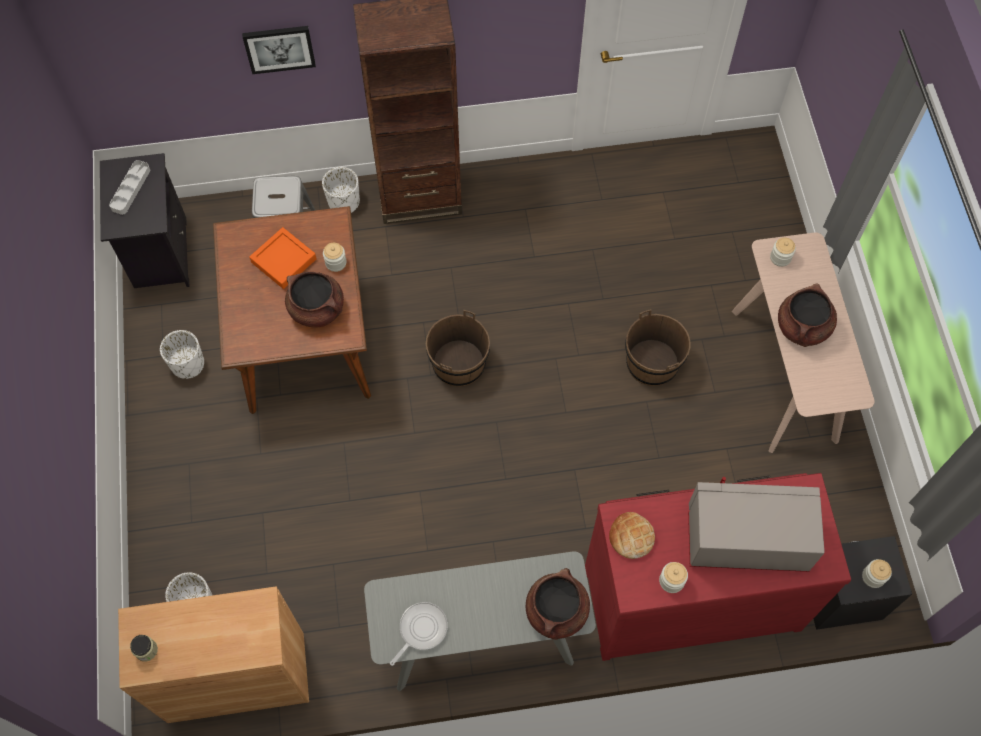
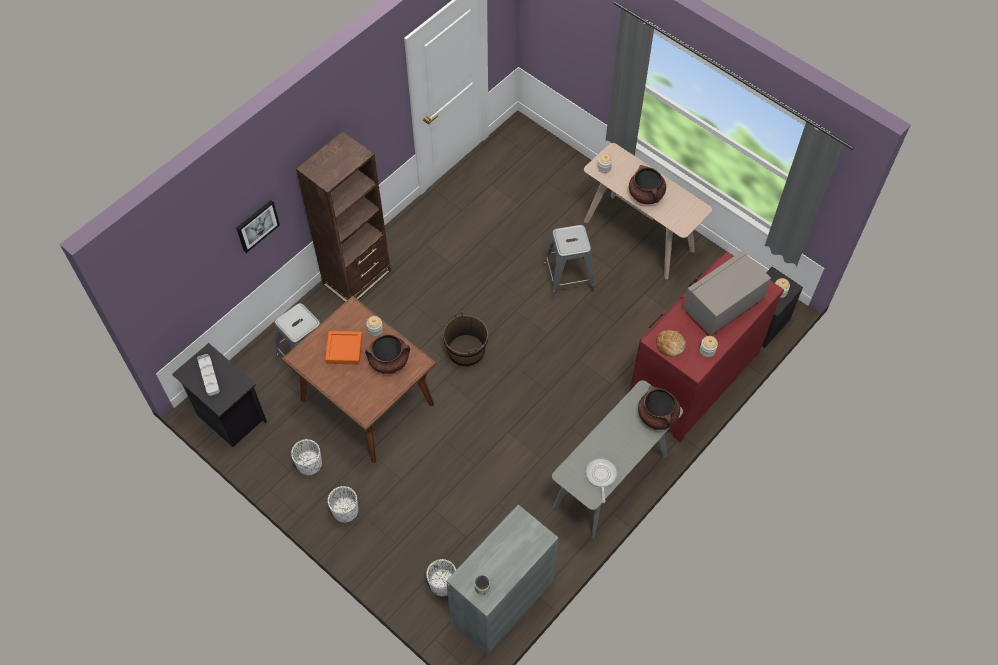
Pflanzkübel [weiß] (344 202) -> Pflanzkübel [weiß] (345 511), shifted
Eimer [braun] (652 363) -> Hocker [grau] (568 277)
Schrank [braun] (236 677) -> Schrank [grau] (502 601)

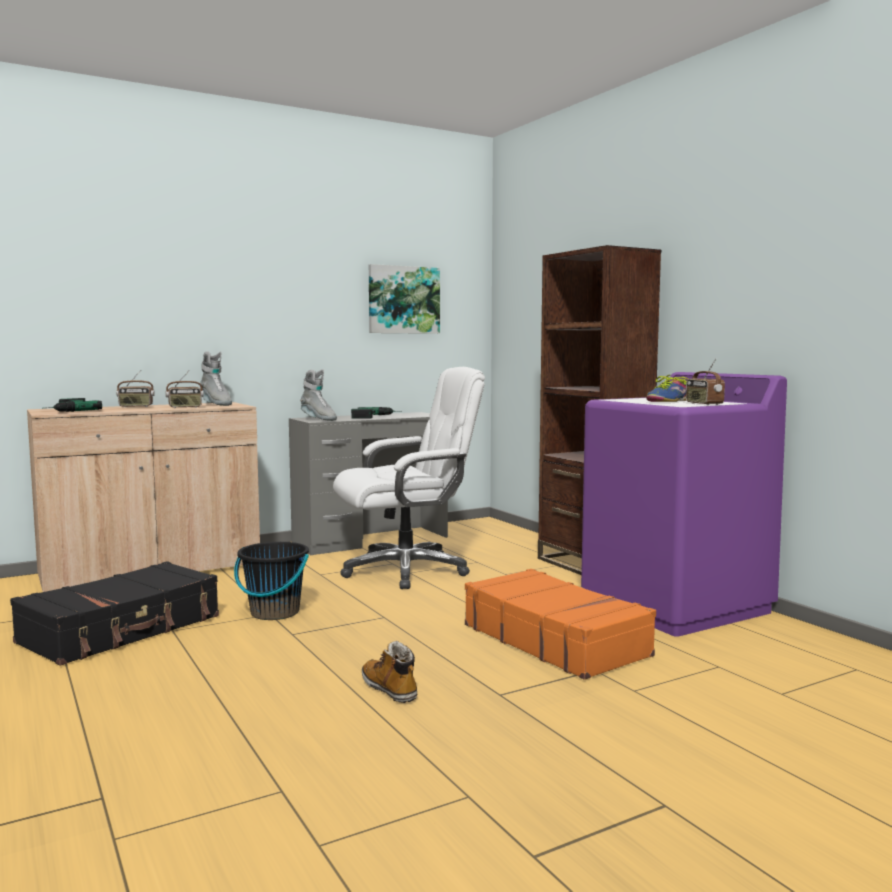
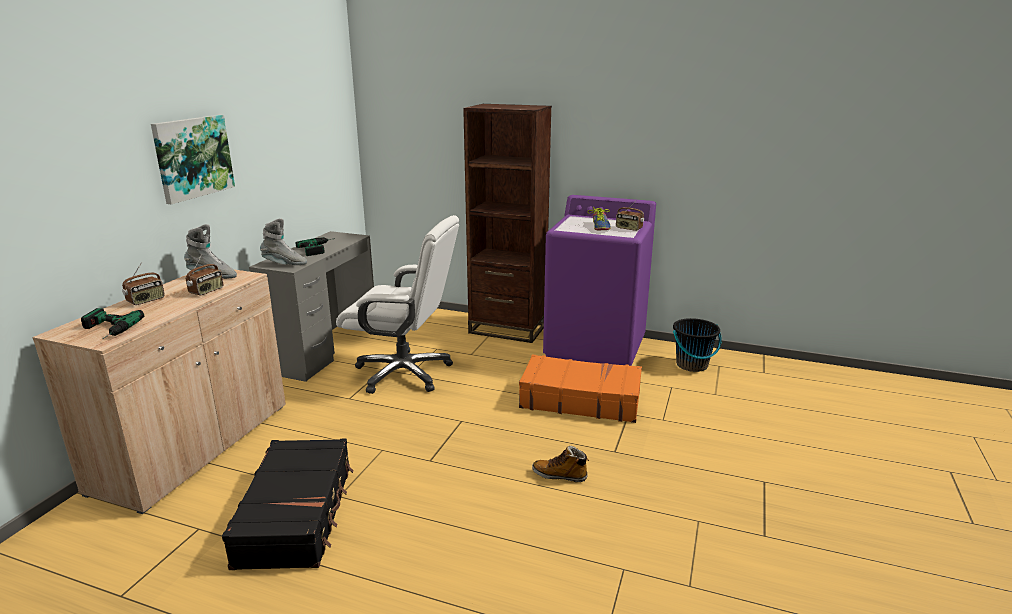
Eimer [schwarz] (274 612) -> Eimer [schwarz] (692 365), shifted
Bild (403 300) -> Bild (193 157), shifted
Bürostuhl [weiß] (407 570) -> Bürostuhl [weiß] (404 373), 75 degrees clockwise

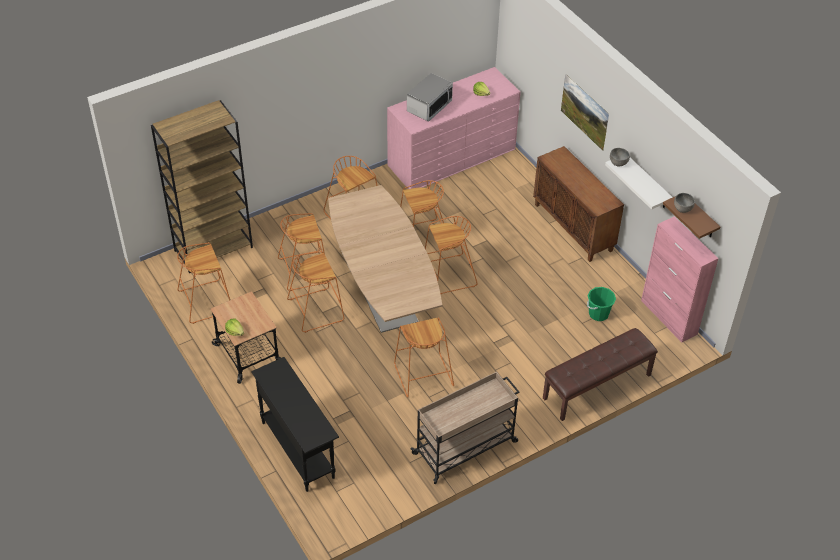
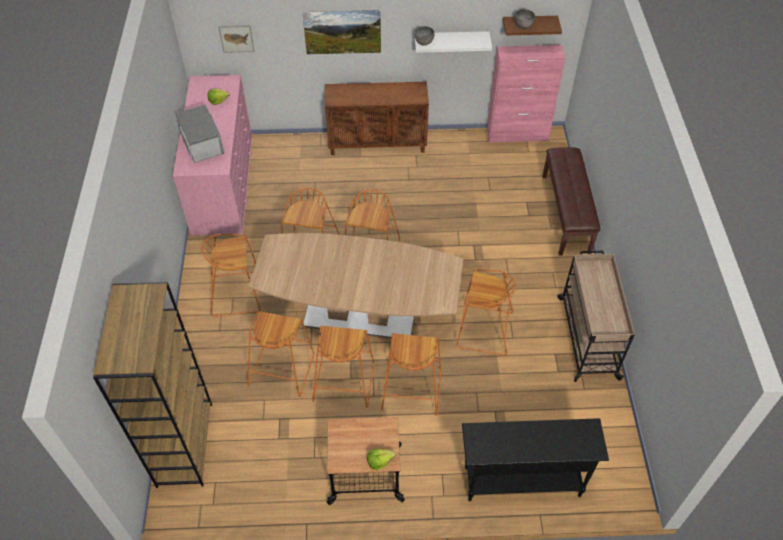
Eimer [grün] (598 314) -> none
none -> Bild (236 38)
Hocker [orange] (206 301) -> Hocker [orange] (411 389), shifted

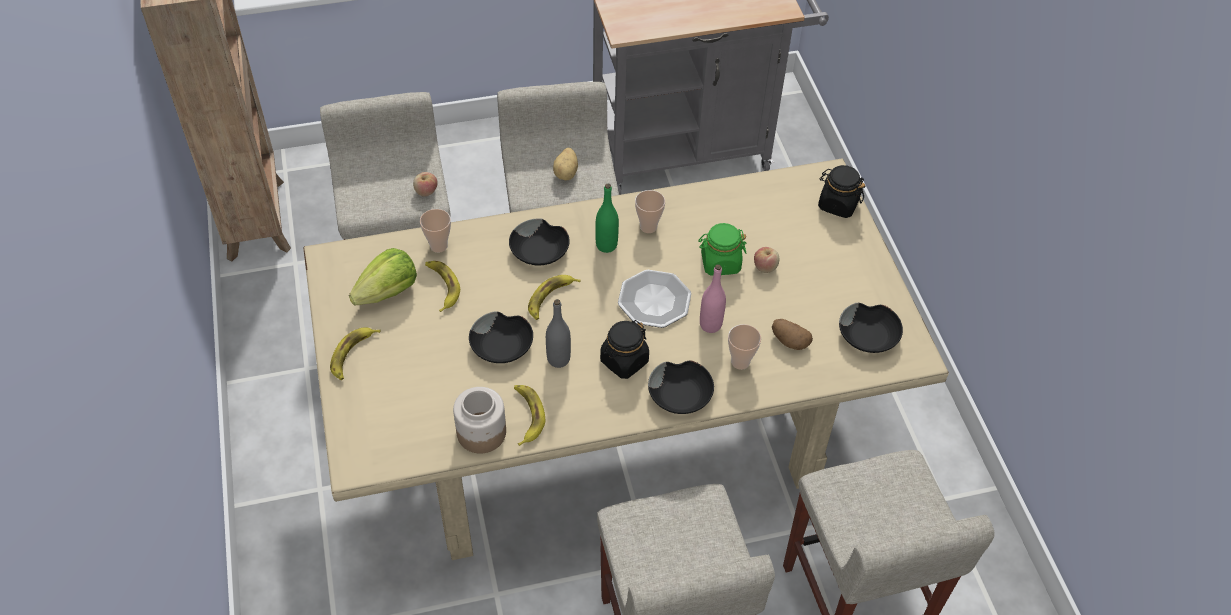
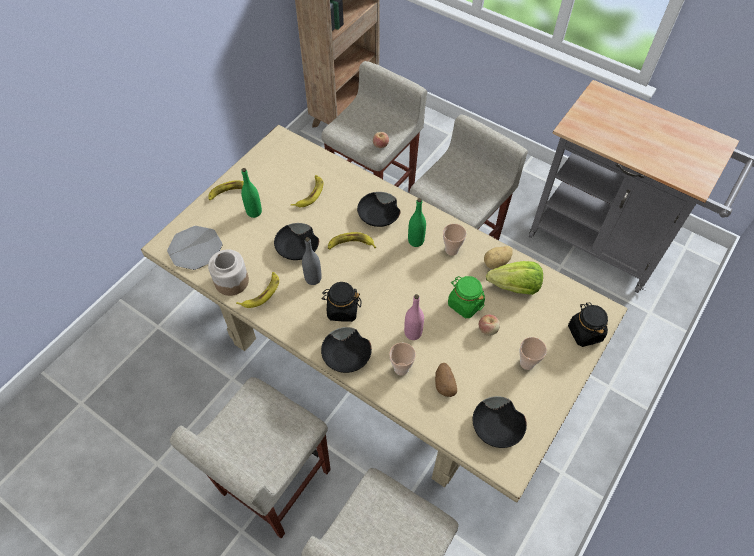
none -> Flasche [grün] (254 212)
Salatkopf (388 292) -> Salatkopf (515 287), shifted
Tasse (438 246) -> Tasse (527 363), shifted
Kartoffel (566 173) -> Kartoffel (497 263), shifted
Teller (654 300) -> Teller (195 248), shifted

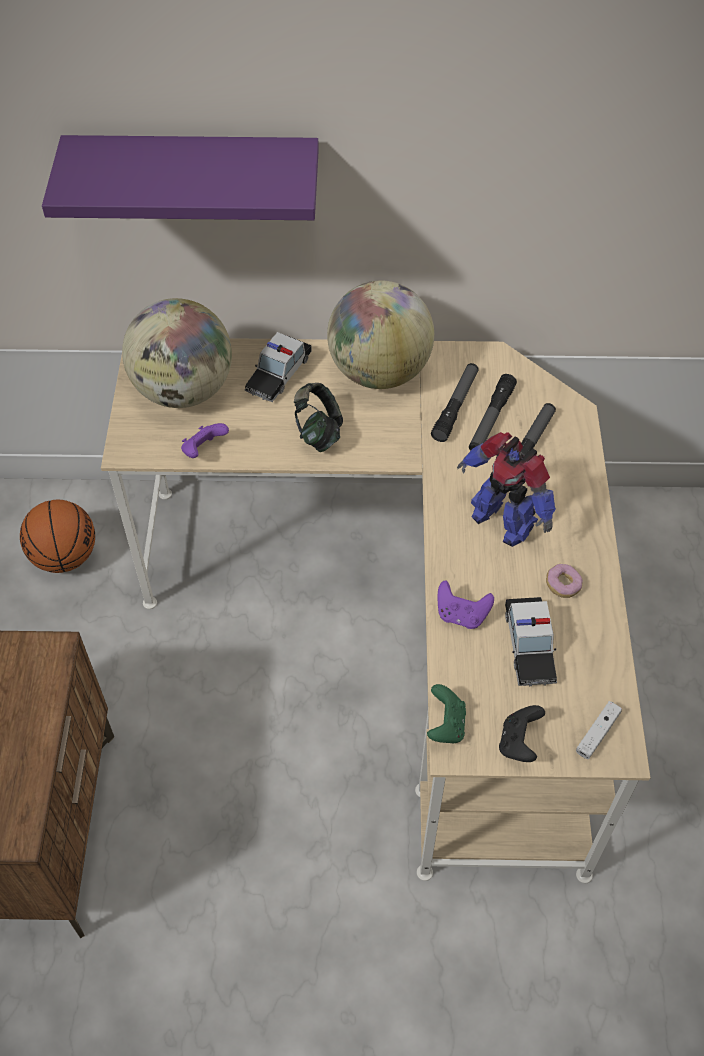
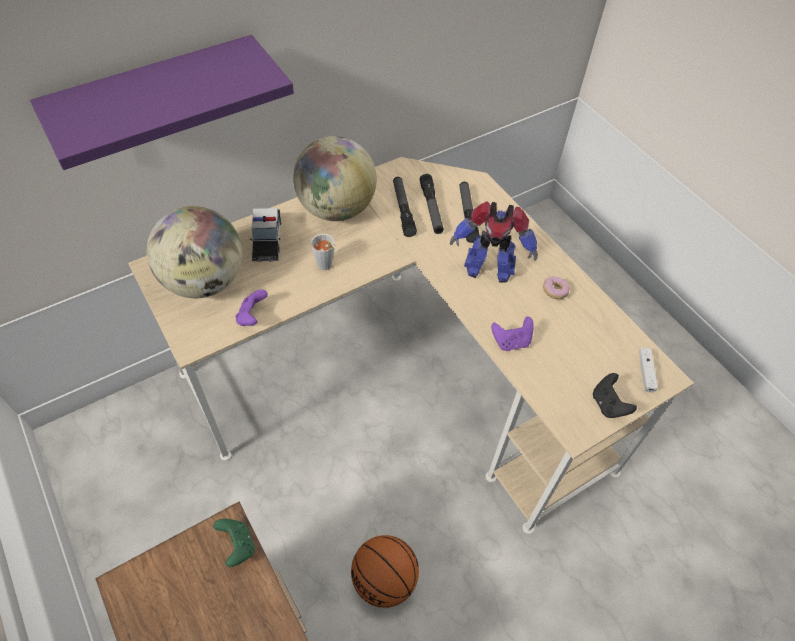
Spielzeugauto (529 646) -> none
Basketball (64 556) -> Basketball (384 580), shifted
Gamepad [grün] (446 725) -> Gamepad [grün] (237 545), shifted
Kopfhörer (318 433) -> Tasse [grau] (326 267)

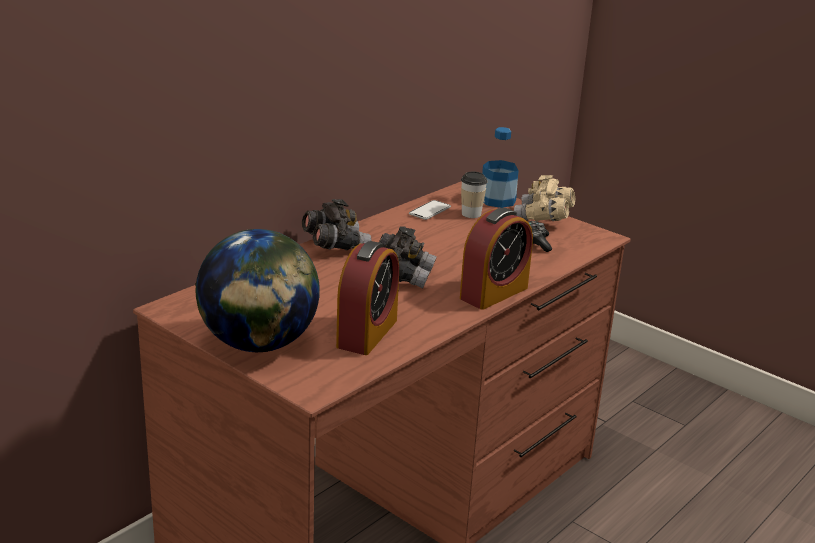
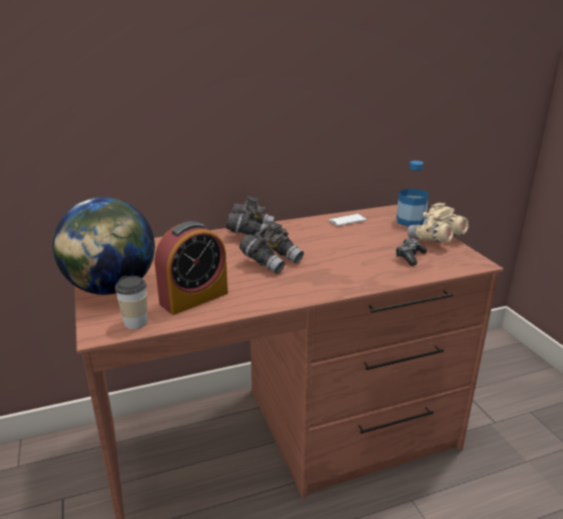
Wecker (494 293) -> none
Tasse (471 214) -> Tasse (136 322), shifted

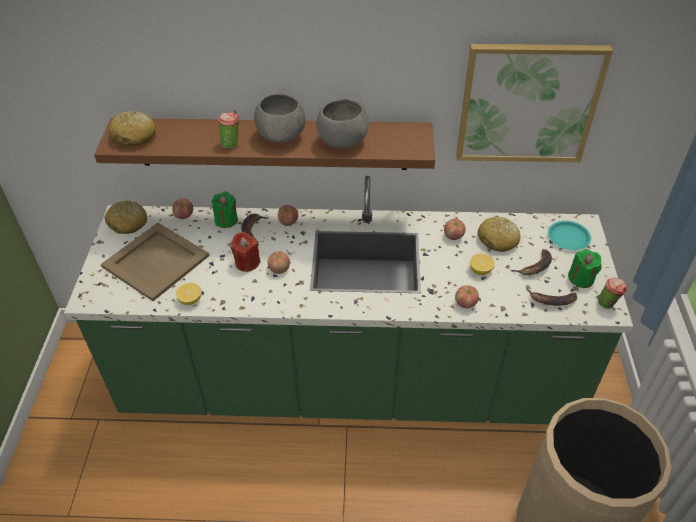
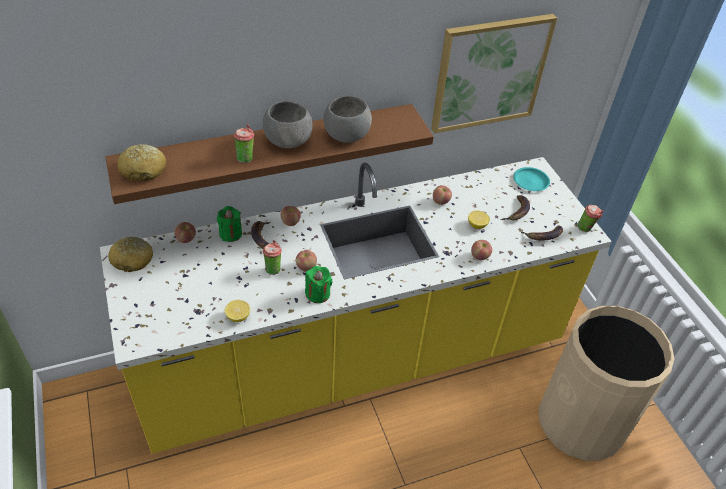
Tablett [beige] (157 261) -> none
Brot (498 240) -> none
Kerze [grün] (581 279) -> Kerze [grün] (318 294), shifted
Kerze [rot] (247 263) -> Tasse (273 268)
Küchenzeile [grün] (349 383) -> Küchenzeile [gelb] (354 360)

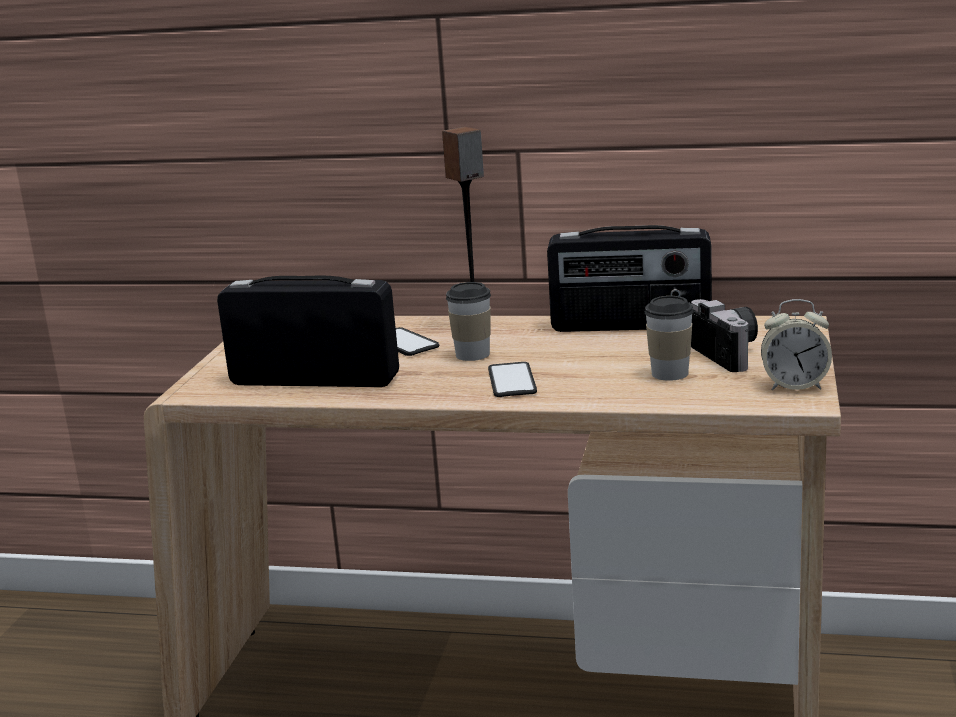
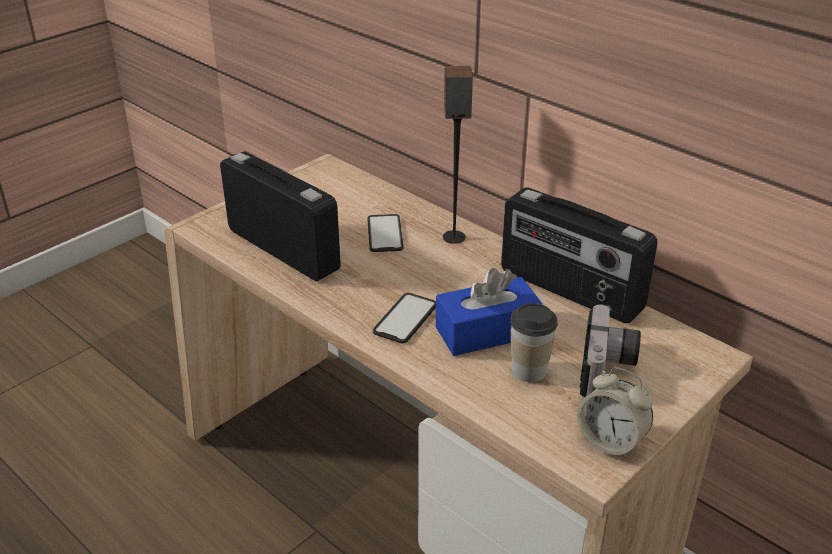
Tasse (472 355) -> none
none -> Taschentuchbox [blau] (487 331)

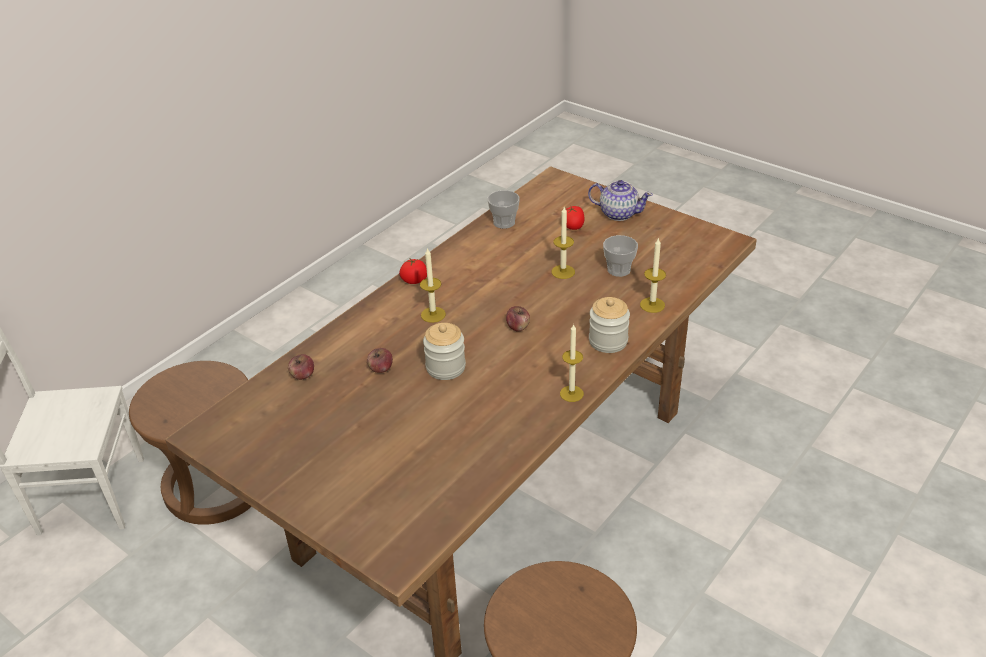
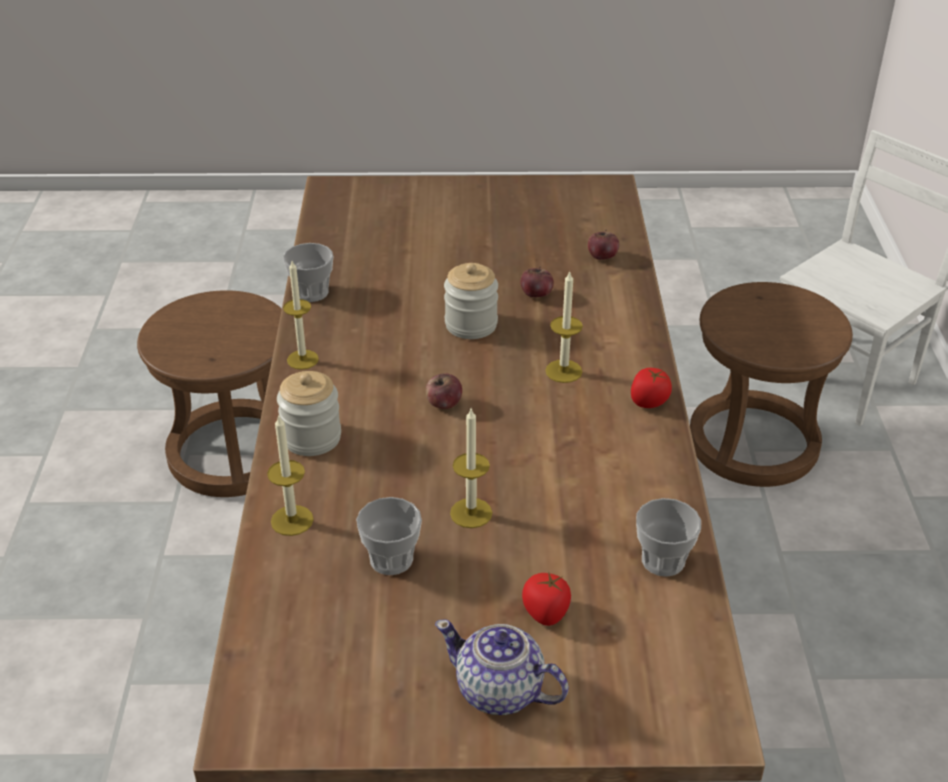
none -> Tasse (311 292)
Teekanne (618 213) -> Teekanne (500 691), 45 degrees clockwise

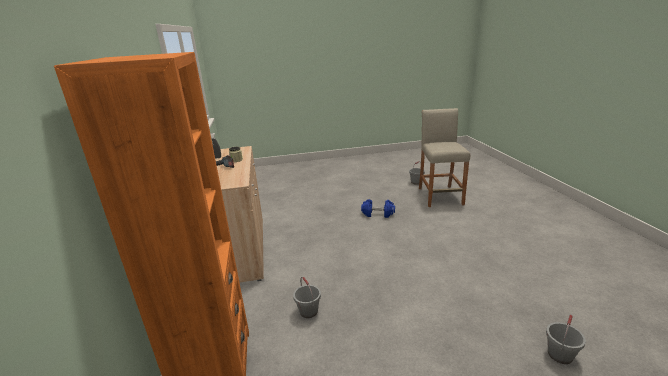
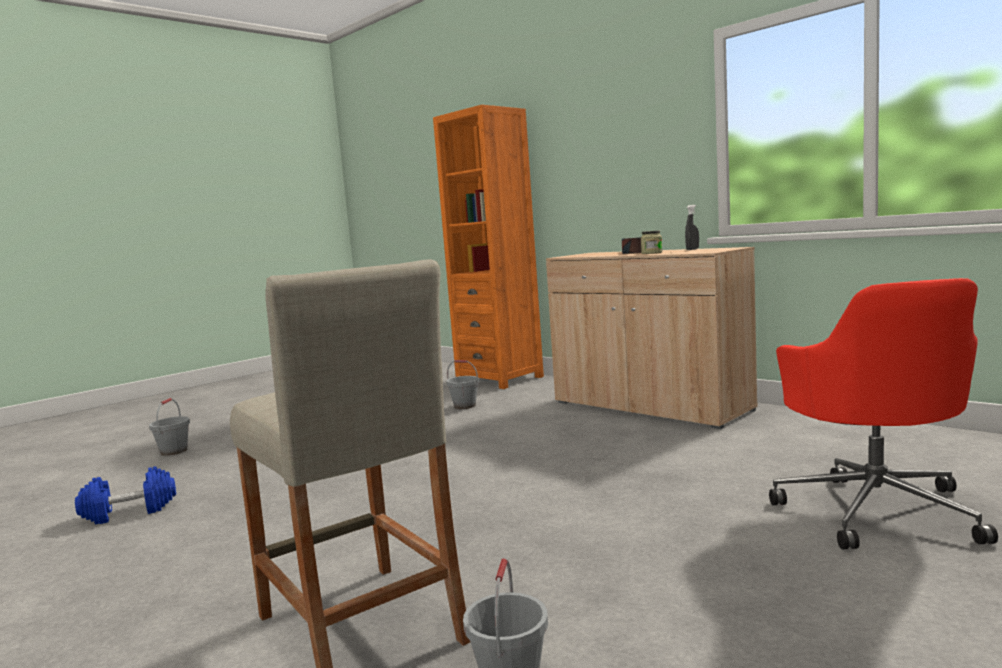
none -> Bürostuhl [rot] (876 509)
Hantel [blau] (378 214) -> Hantel [blau] (129 512), shifted

